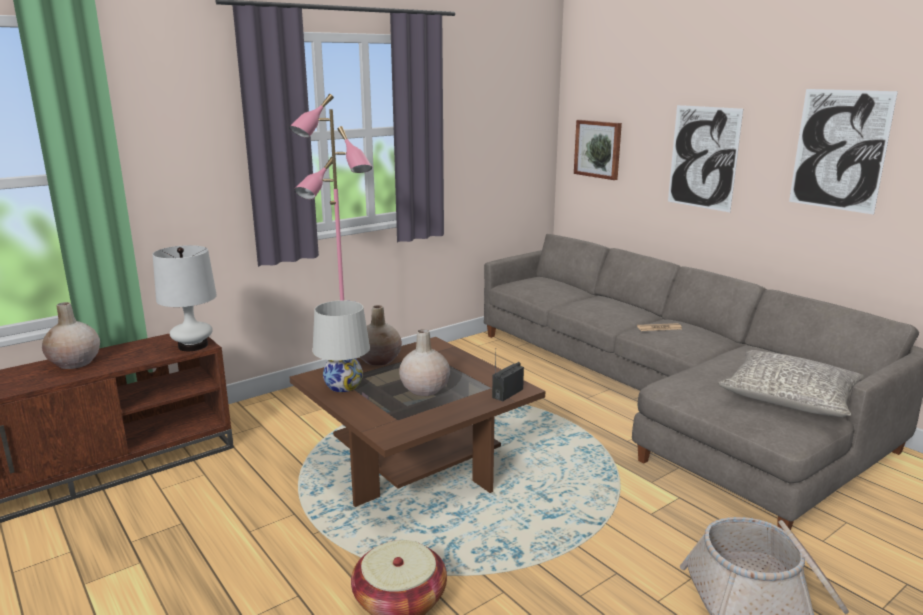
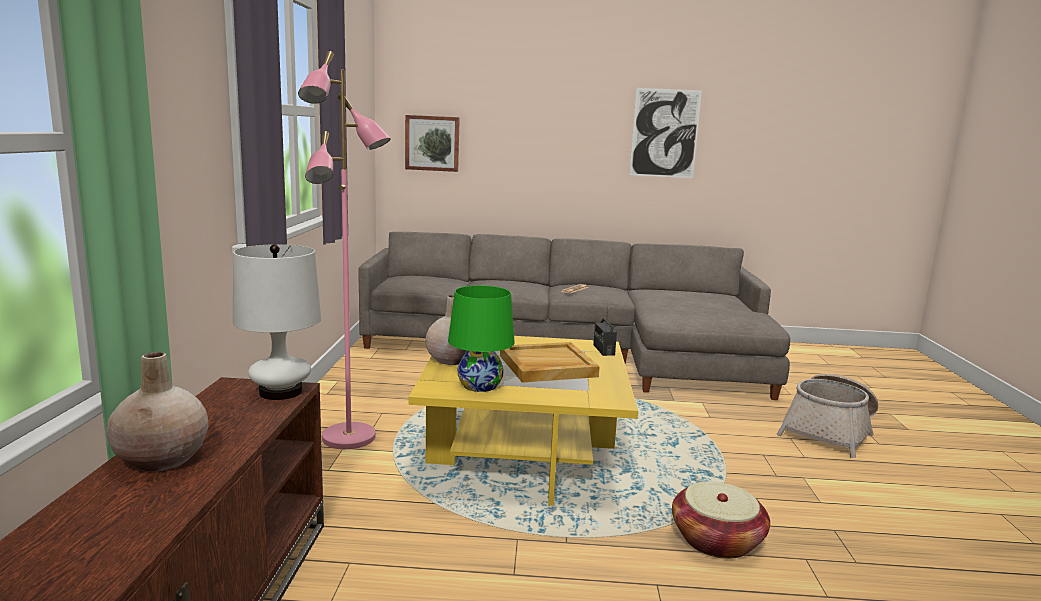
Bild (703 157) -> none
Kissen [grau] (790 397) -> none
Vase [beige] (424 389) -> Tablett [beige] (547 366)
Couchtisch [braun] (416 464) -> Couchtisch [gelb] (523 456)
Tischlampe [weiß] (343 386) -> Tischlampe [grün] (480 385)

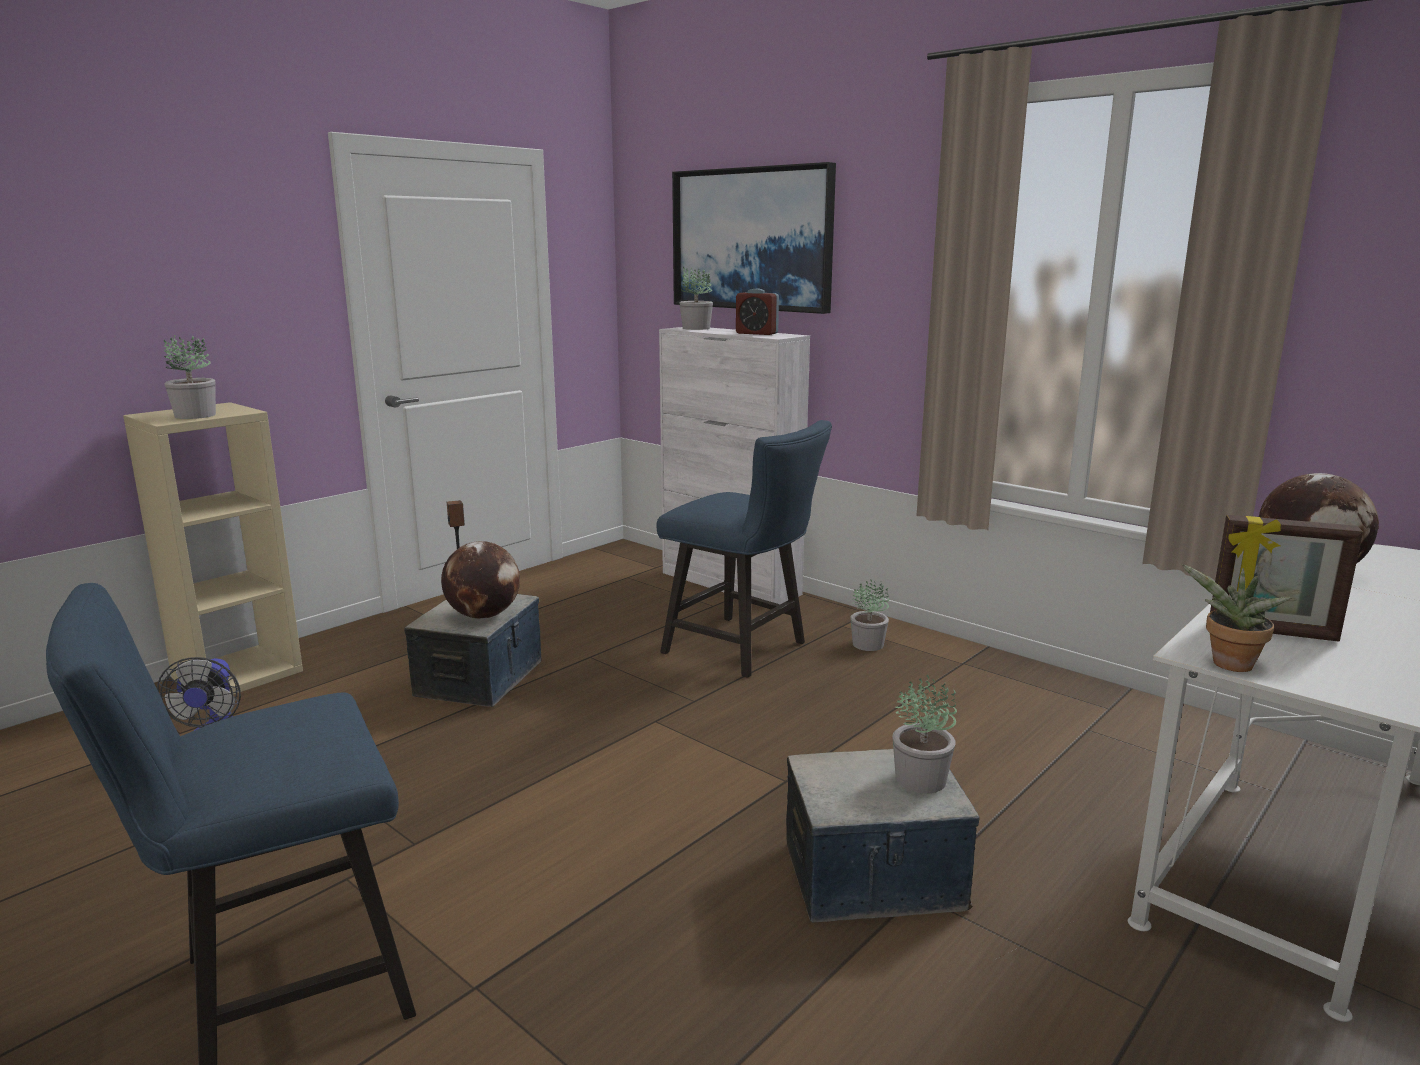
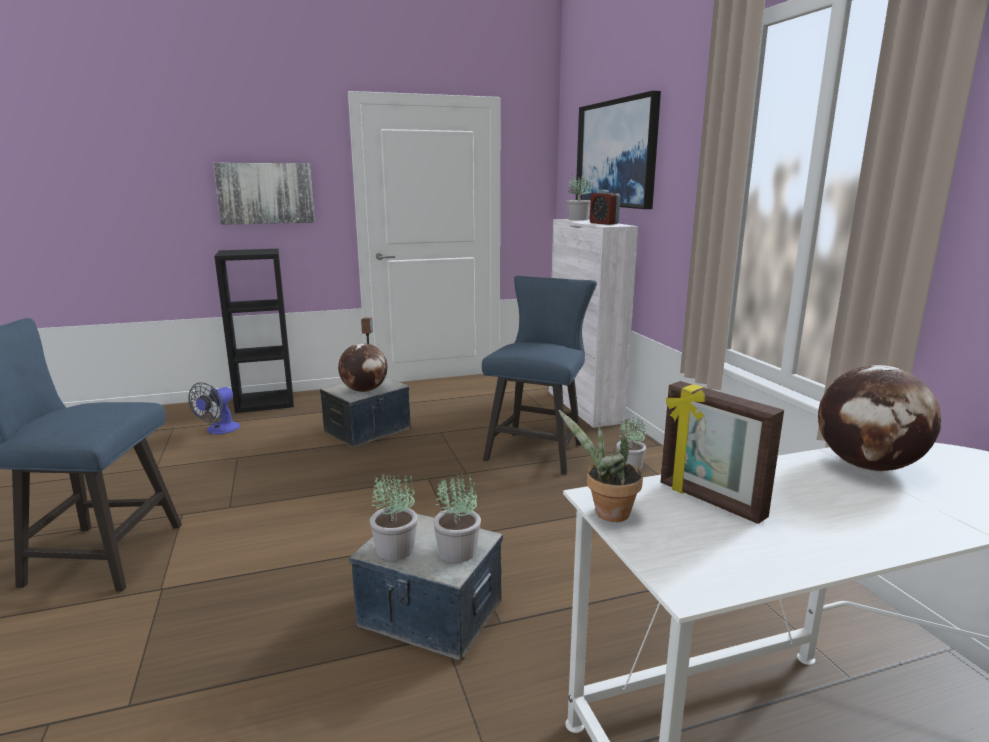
none -> Bild (265 193)
Topfpflanze (196 415) -> Topfpflanze (395 550), shifted
Bücherregal [beige] (238 674) -> Bücherregal [schwarz] (265 402)
Stuhl [blau] (743 649) -> Stuhl [blau] (538 449), 135 degrees counterclockwise

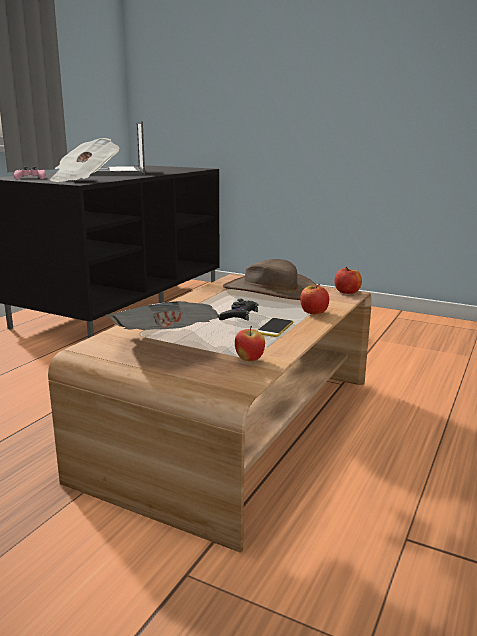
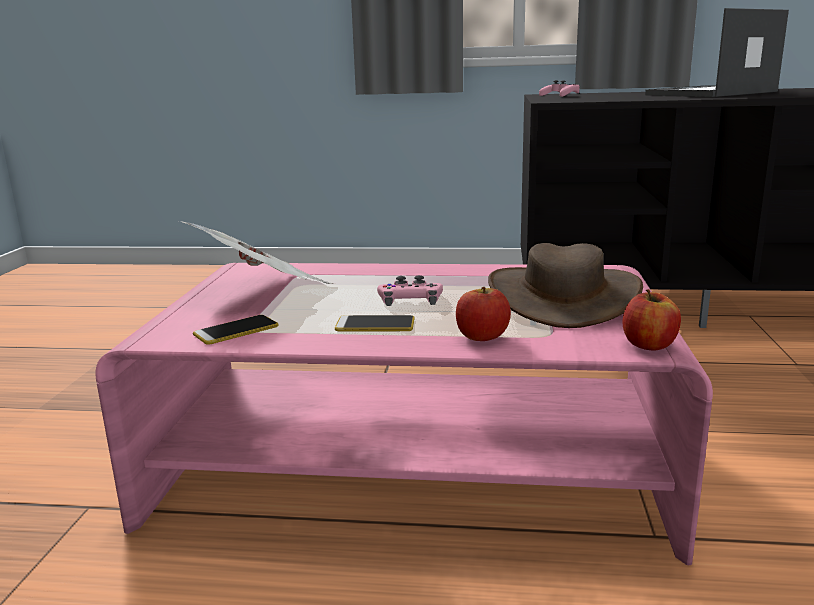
Zeitung (84 179) -> none
Apfel (249 360) -> Handy (236 330)
Couchtisch [braun] (237 425) -> Couchtisch [rosa] (411 465)
Gamepad [schwarz] (239 316) -> Gamepad [rosa] (410 300)

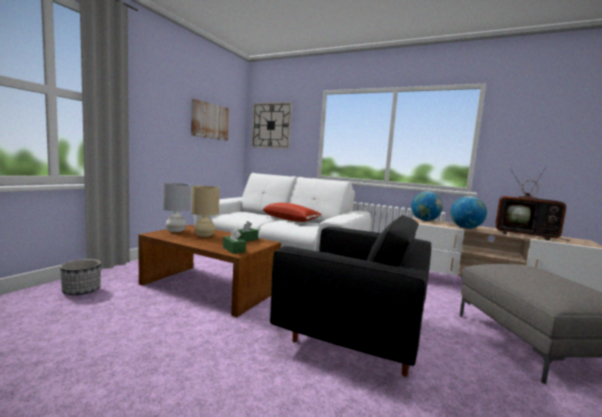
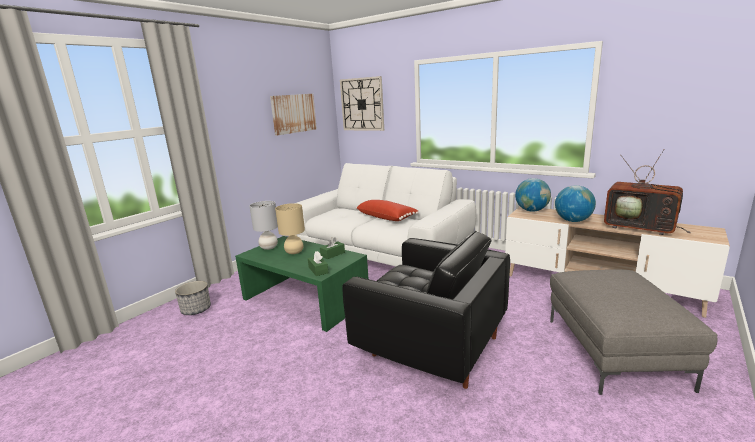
Couchtisch [braun] (209 287) -> Couchtisch [grün] (305 299)

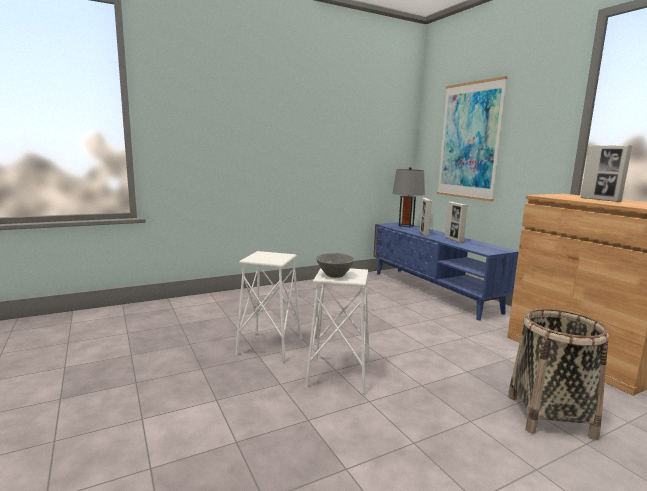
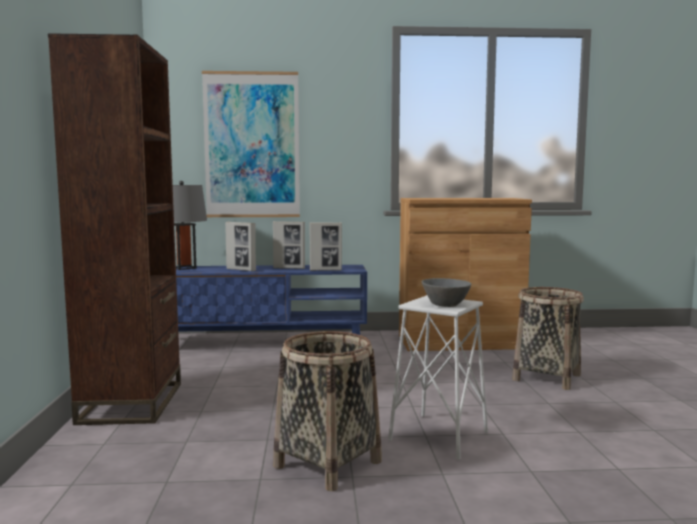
none -> Bücherregal [braun] (132 403)
Bilderrahmen (600 200) -> Bilderrahmen (325 270), shifted
Hocker [weiß] (269 347) -> Korb (328 464)

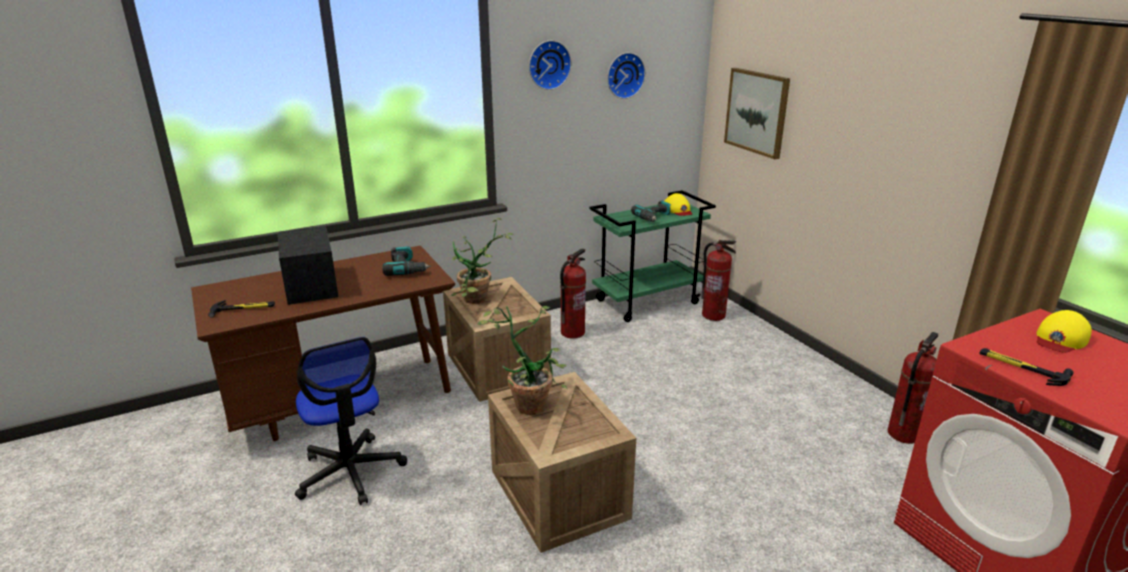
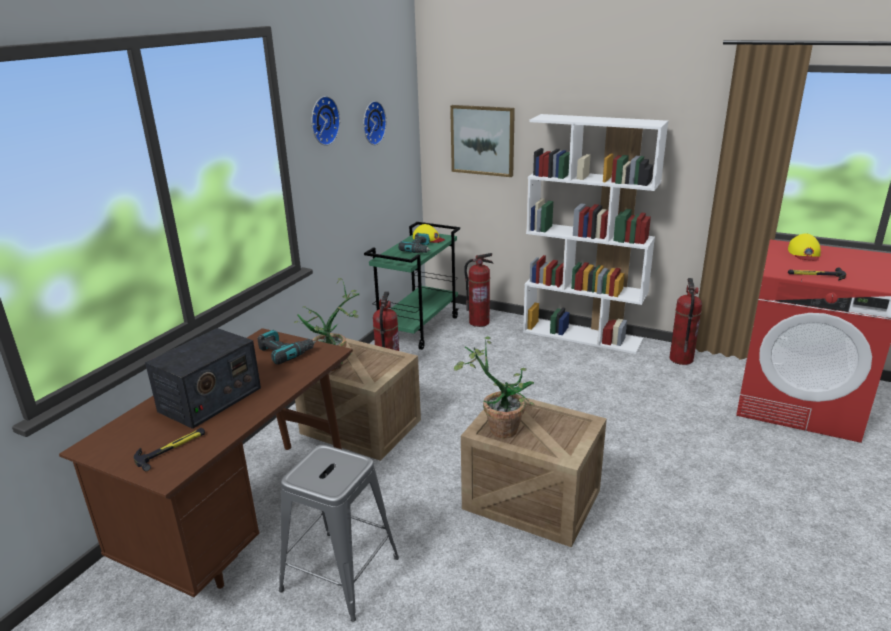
none -> Bücherregal [weiß] (583 336)
Bürostuhl (350 472) -> Hocker [grau] (340 573)
Radio (311 285) -> Radio (210 400), 90 degrees counterclockwise

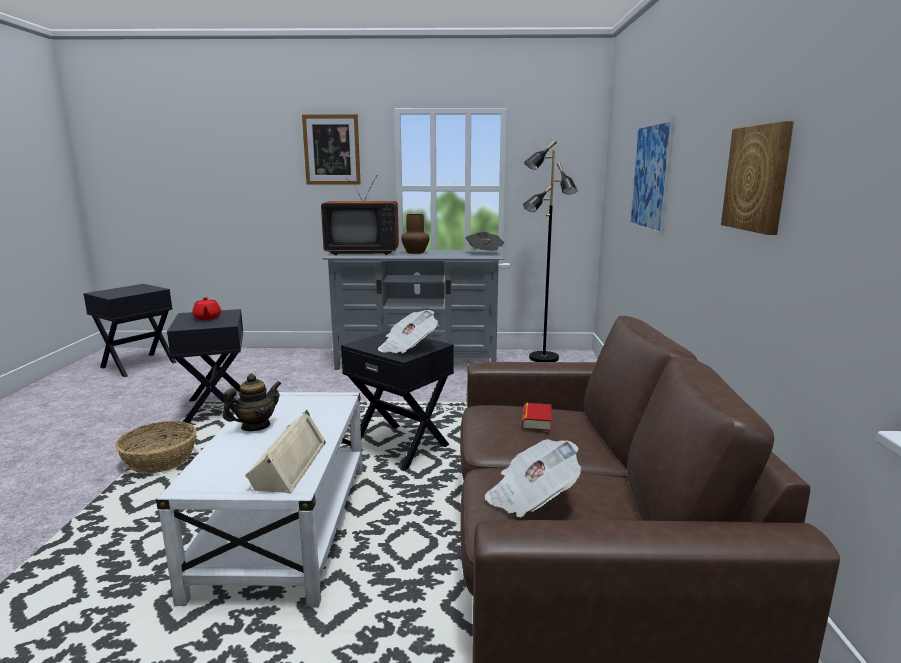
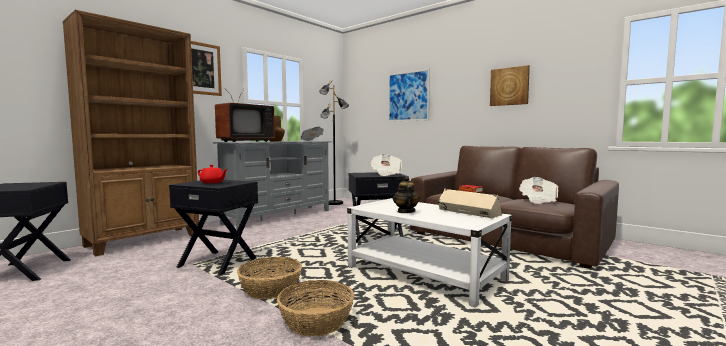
none -> Bücherregal [braun] (144 240)
none -> Korb (316 321)

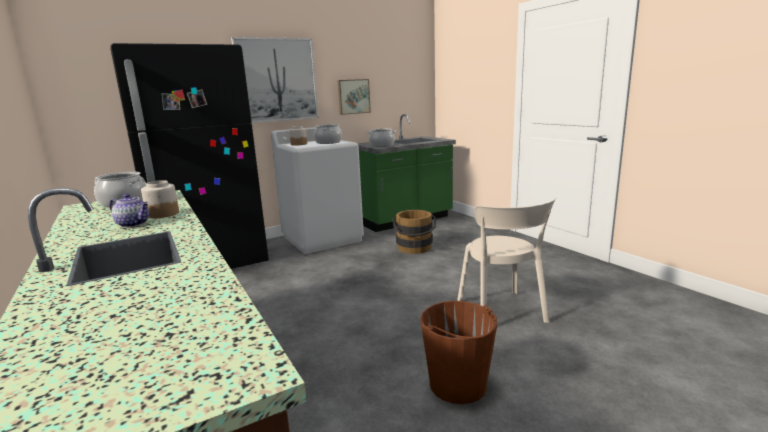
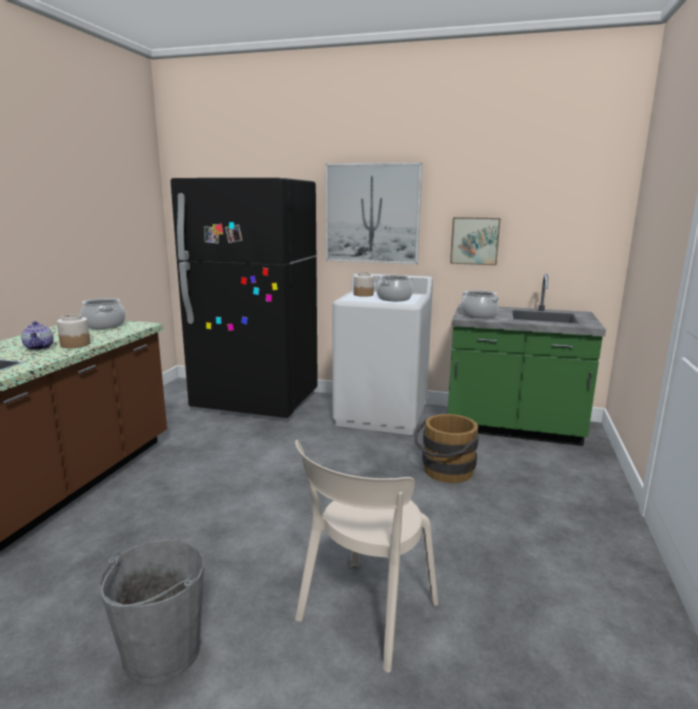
Eimer [braun] (458 385) -> Eimer [grau] (161 653)

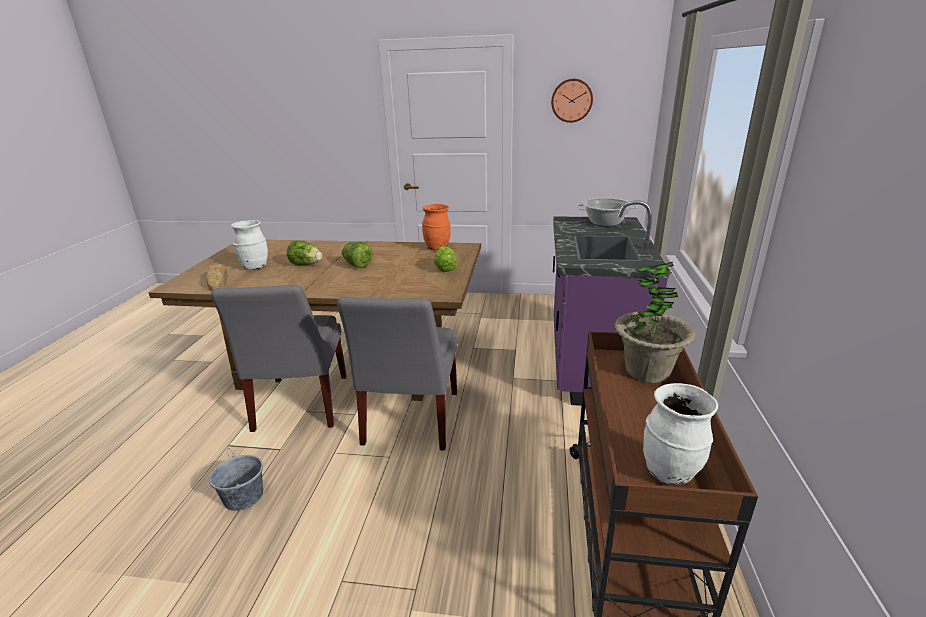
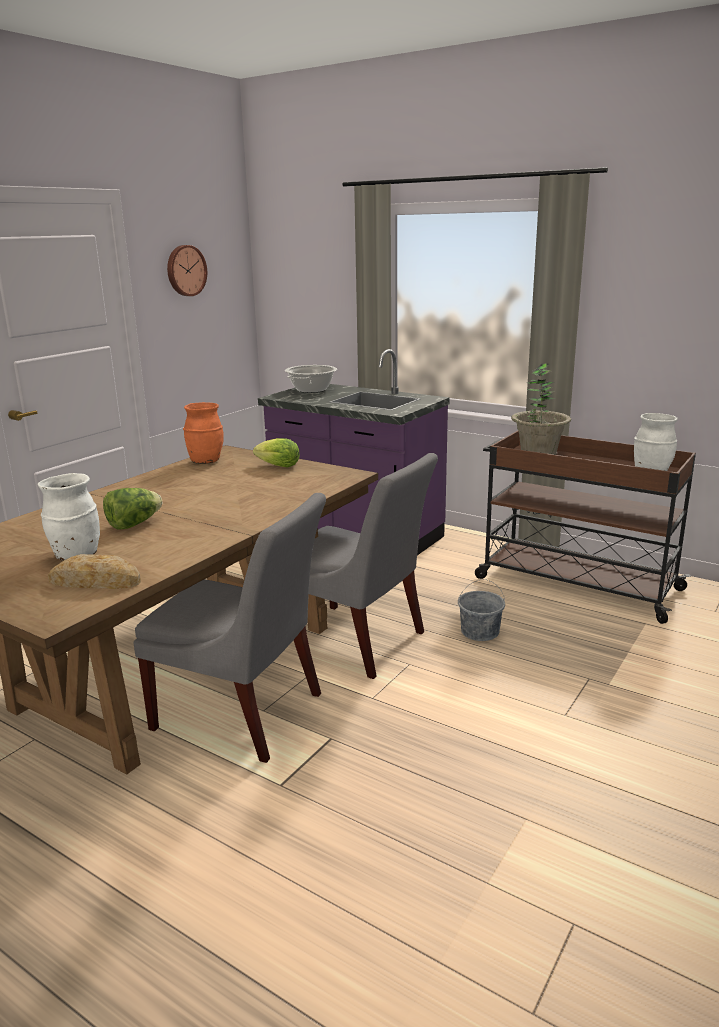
Salatkopf (357 265) -> none
Eimer [grau] (243 497) -> Eimer [grau] (480 632), shifted

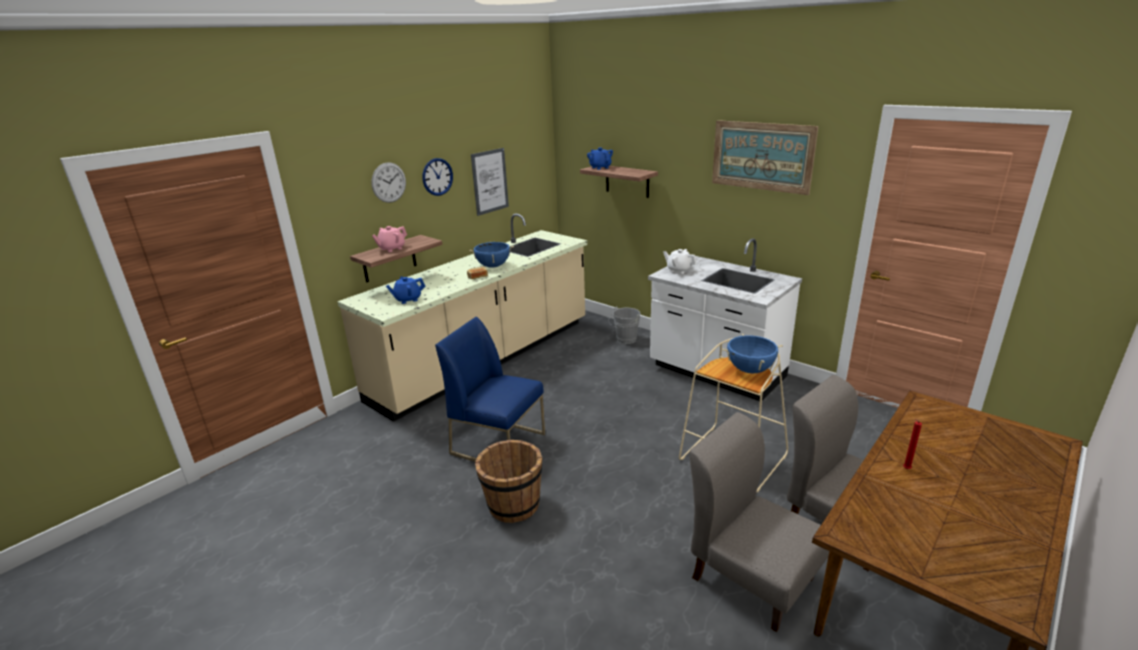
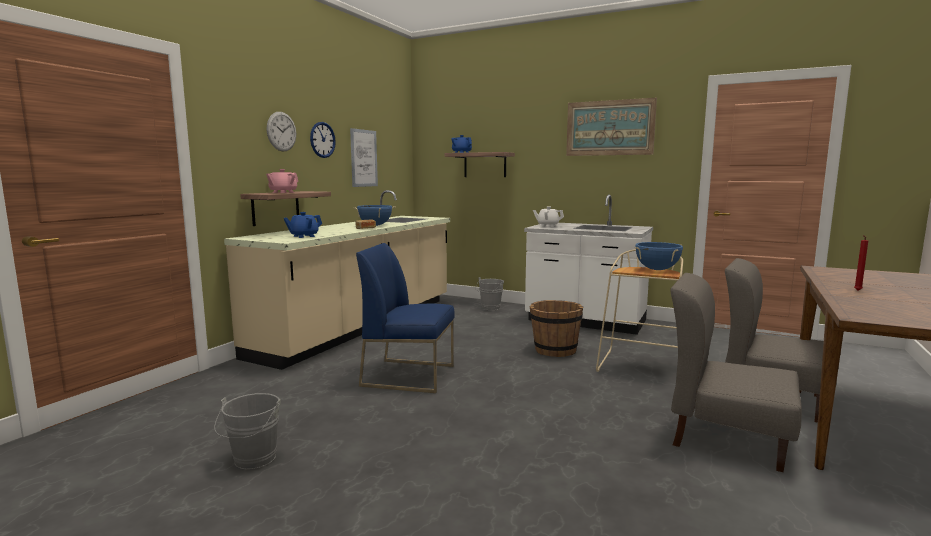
none -> Eimer [grau] (253 461)
Eimer [braun] (513 505) -> Eimer [braun] (554 350), shifted

